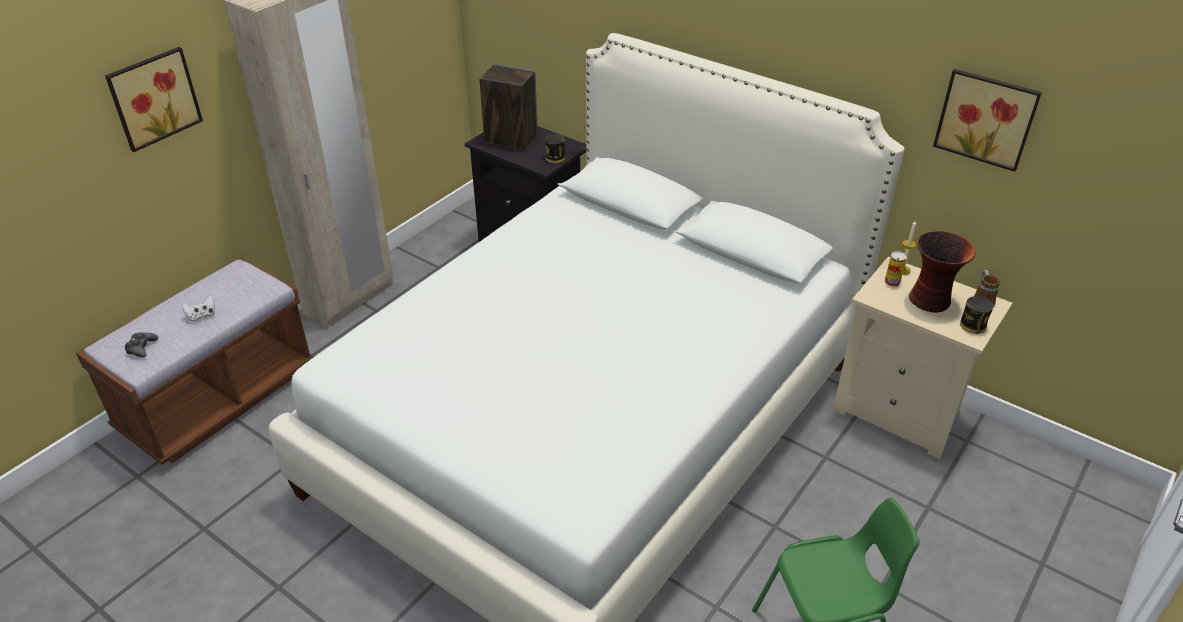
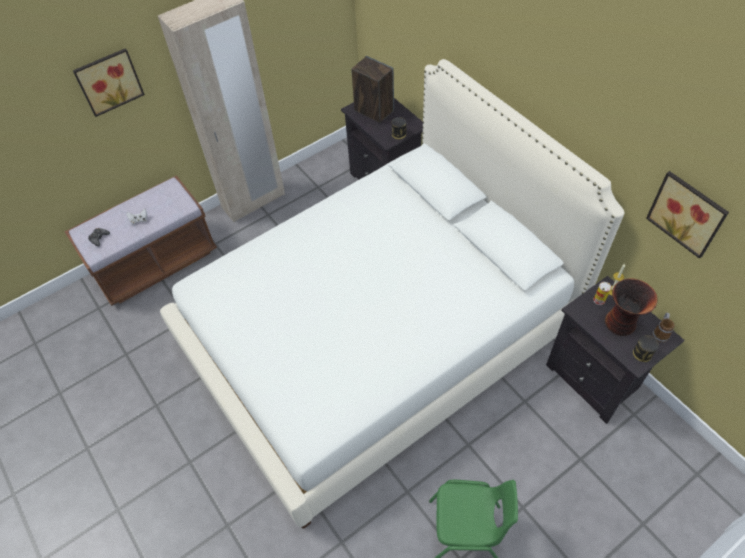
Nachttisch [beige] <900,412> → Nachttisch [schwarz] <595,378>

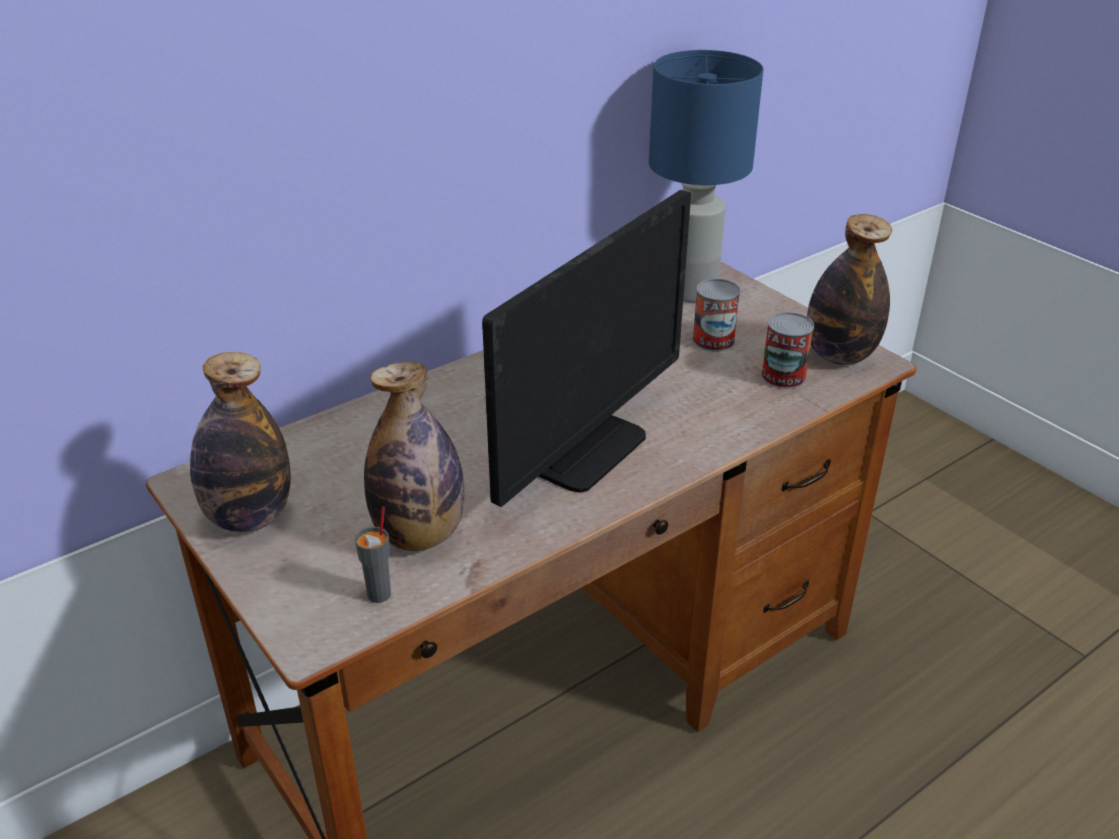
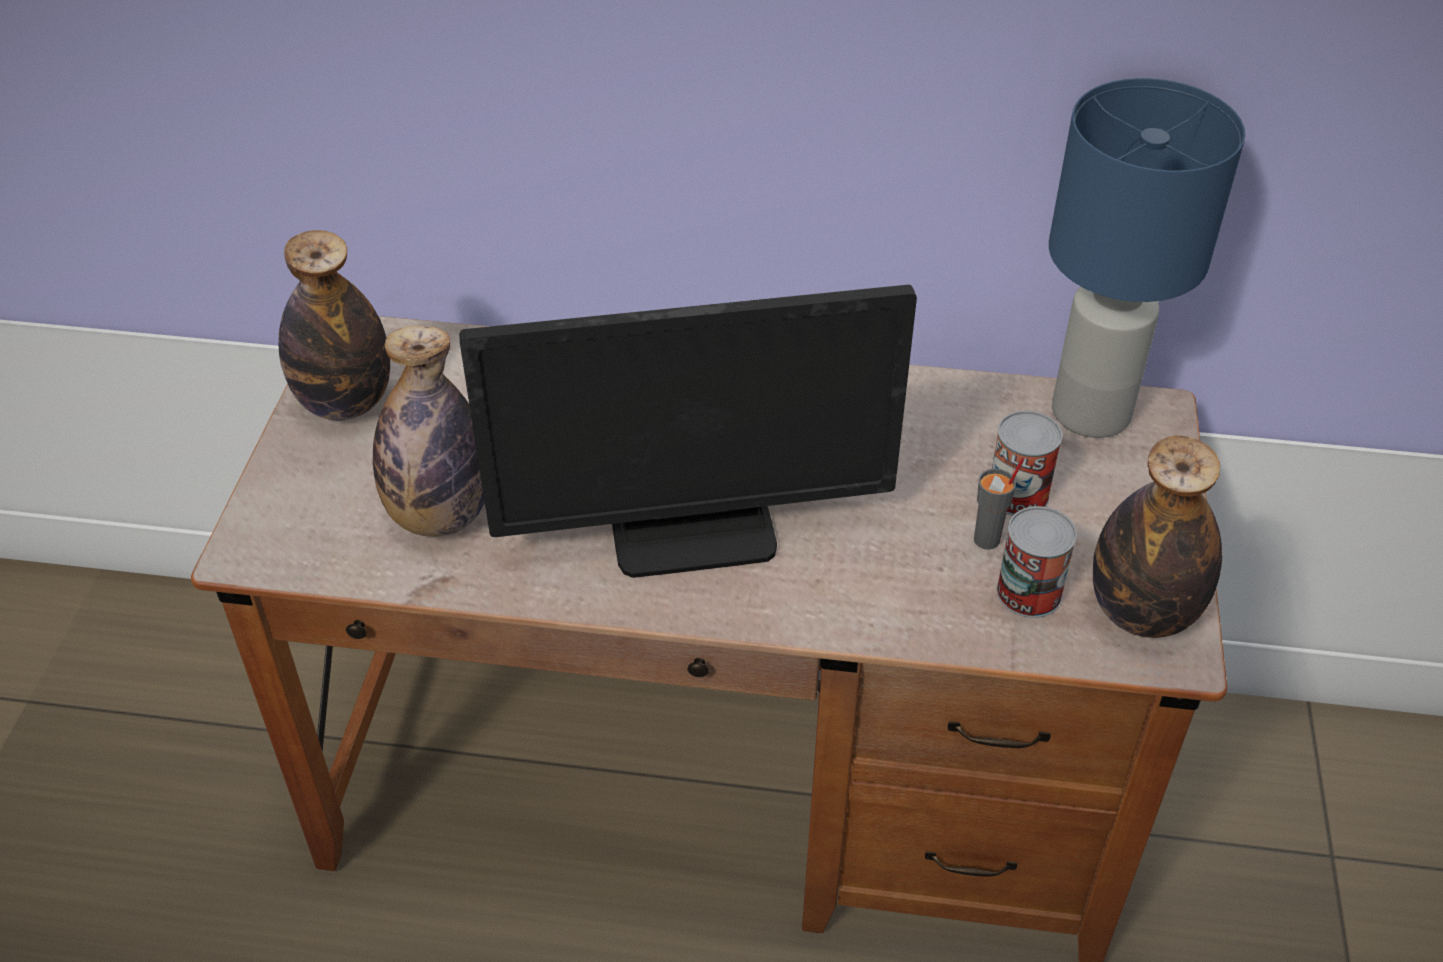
Tasse [grau] <380,594> → Tasse [grau] <987,540>, shifted

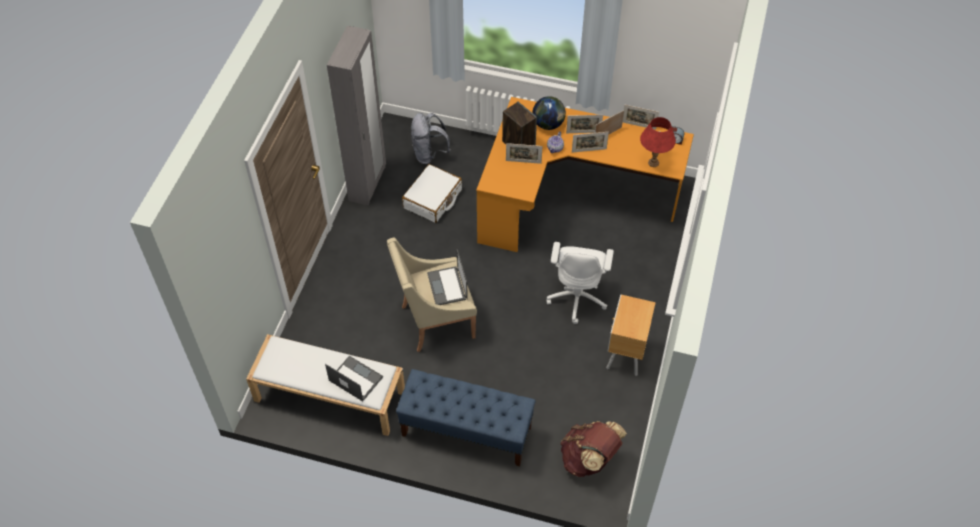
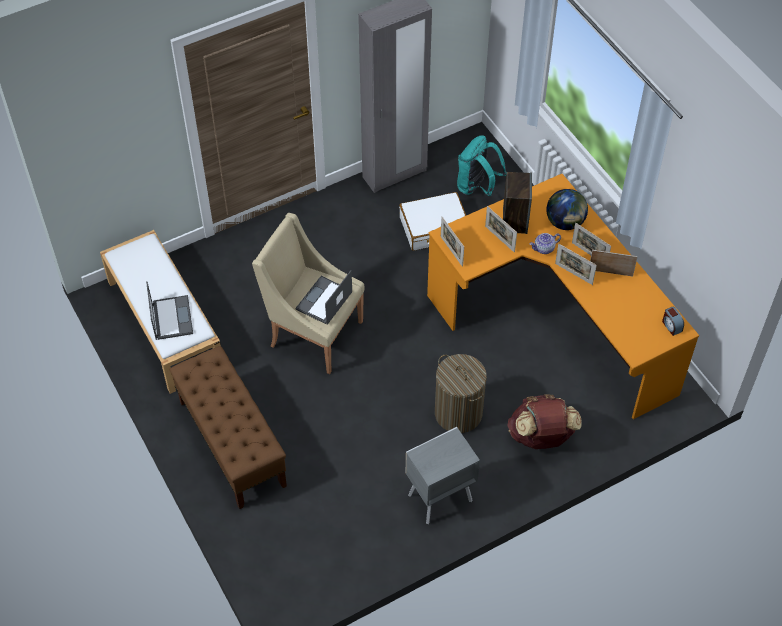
Bank [blau] <466,431> → Bank [braun] <232,443>
Nachttisch [braun] <624,356> → Nachttisch [grau] <438,498>
Bürostuhl [weiß] <577,297> → Wäschekorb <458,413>
Bilderrahmen <638,125> → Bilderrahmen <451,251>, shifted
Rucksack [grau] <429,154> → Rucksack [türkis] <477,187>
Rucksack [braun] <589,459> → Rucksack [braun] <541,437>, shifted
Tischlampe [rot] <653,163> → -

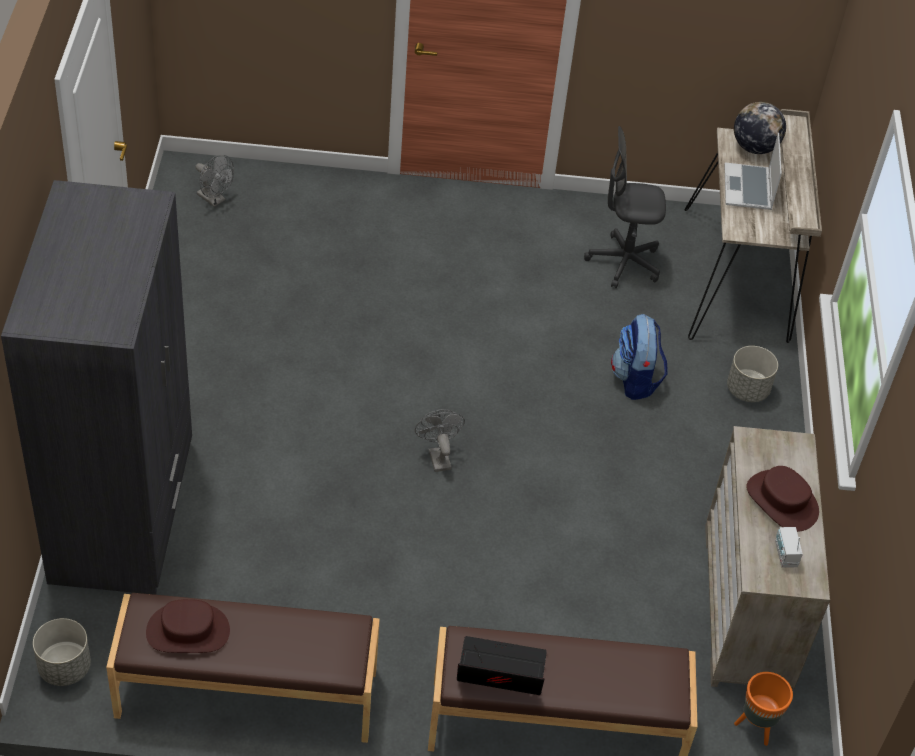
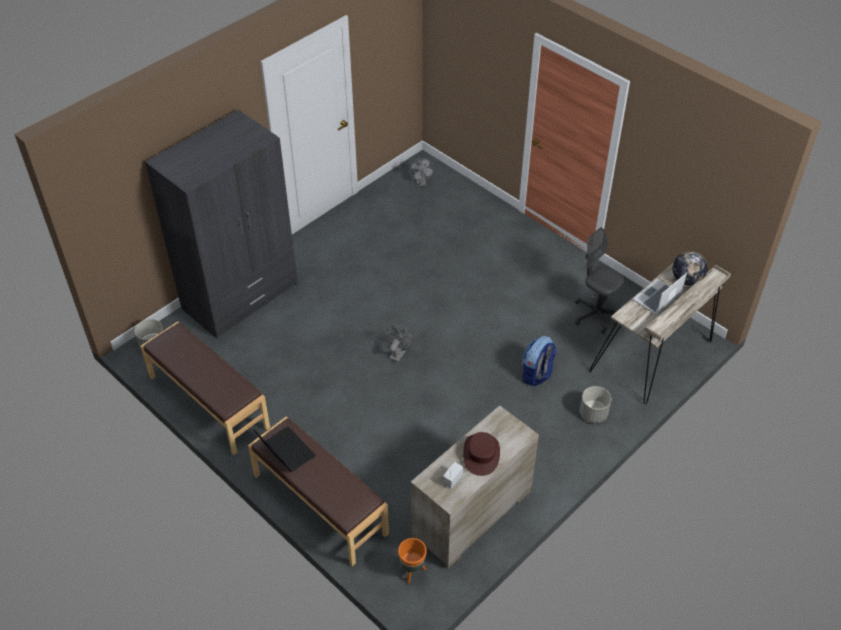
Hut [braun] <188,631> → -

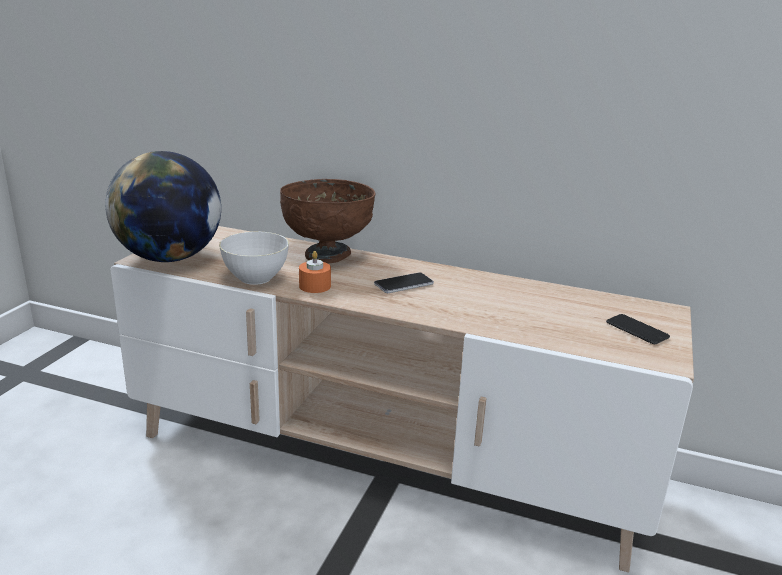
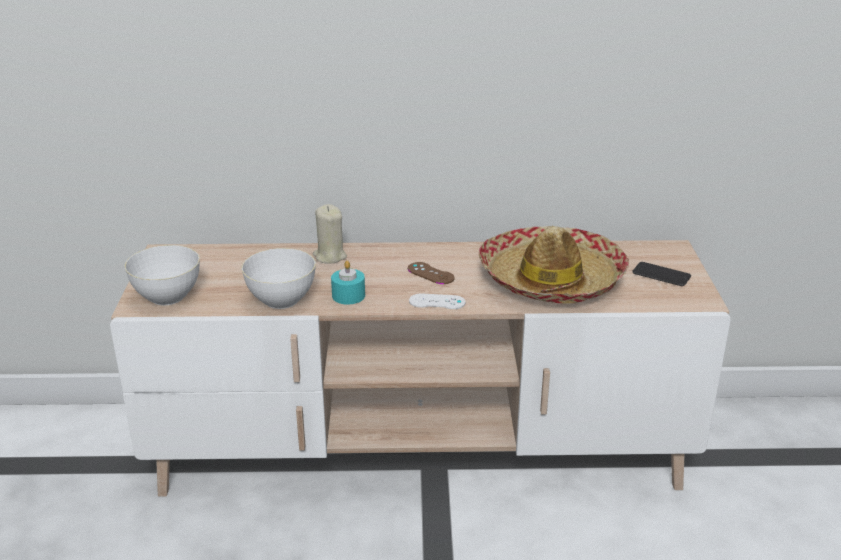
Globus <170,258> → Schüssel [weiß] <167,296>
Schüssel [braun] <327,255> → Kerze [beige] <330,256>
Kerze [orange] <315,286> → Kerze [türkis] <348,296>
Handy <403,284> → Gamepad [braun] <430,273>
- → Gamepad [weiß] <437,302>
- → Hut <551,279>

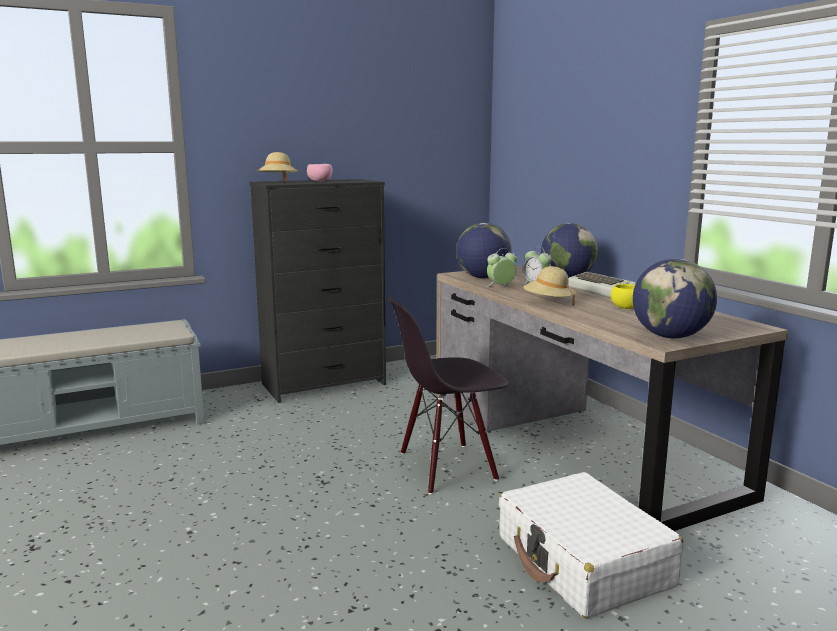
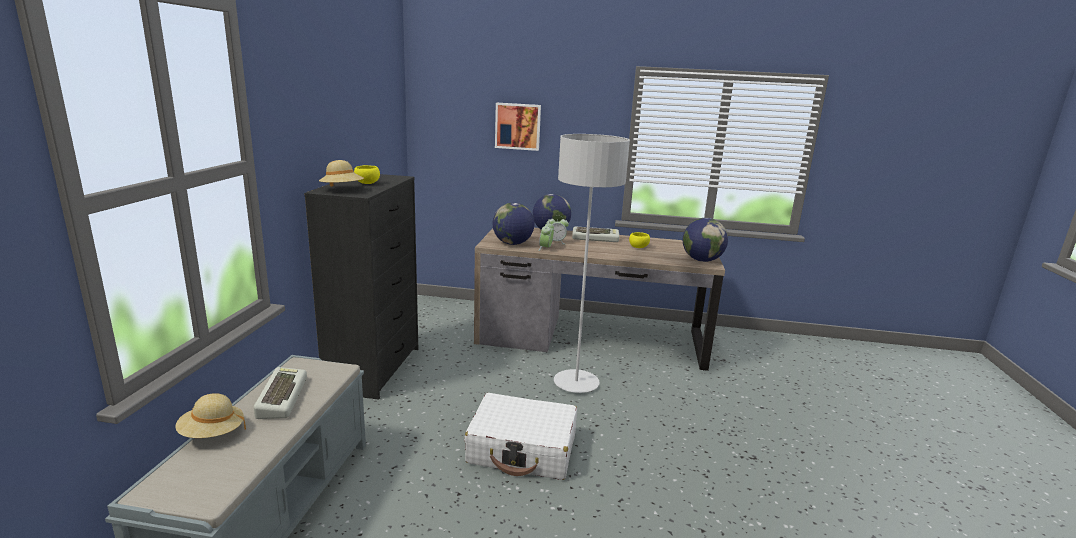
Hut [beige] <548,302> → Hut [beige] <212,434>, shifted
- → Tastatur <280,397>
Schüssel [rosa] <320,181> → Schüssel [gelb] <366,183>
Koffer [weiß] <583,562> → Koffer [weiß] <522,449>, shifted
- → Bild <518,126>
Stuhl [schwarz] <447,467> → Stehlampe [grau] <576,383>

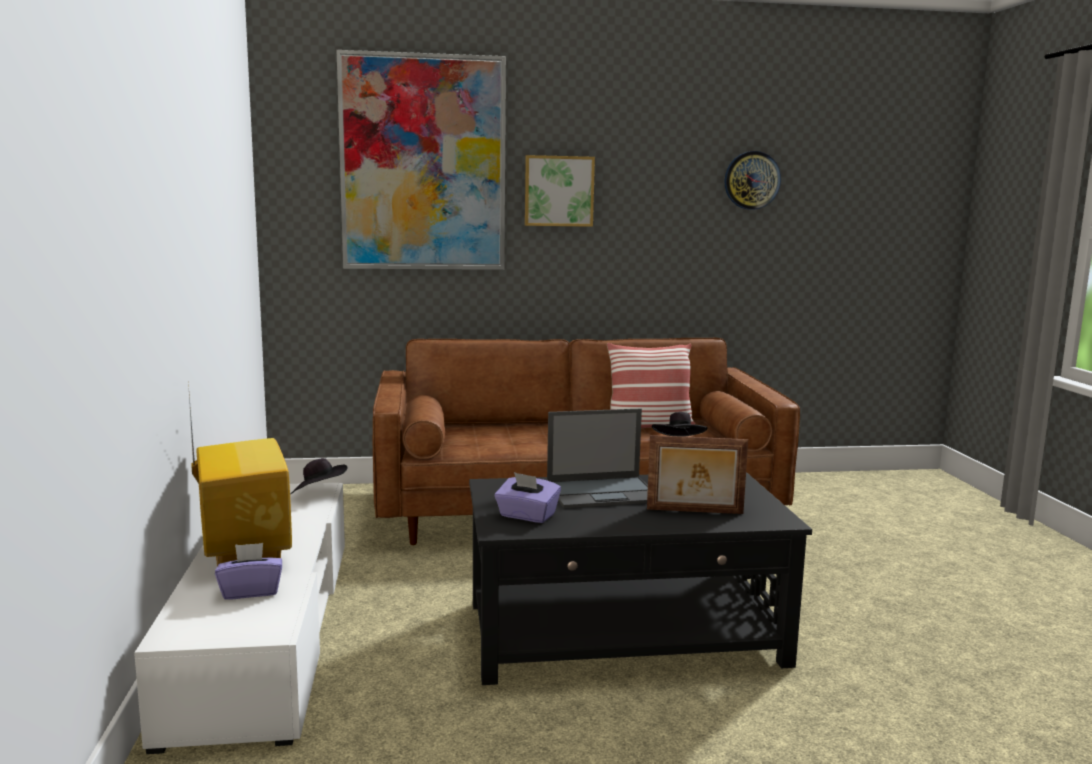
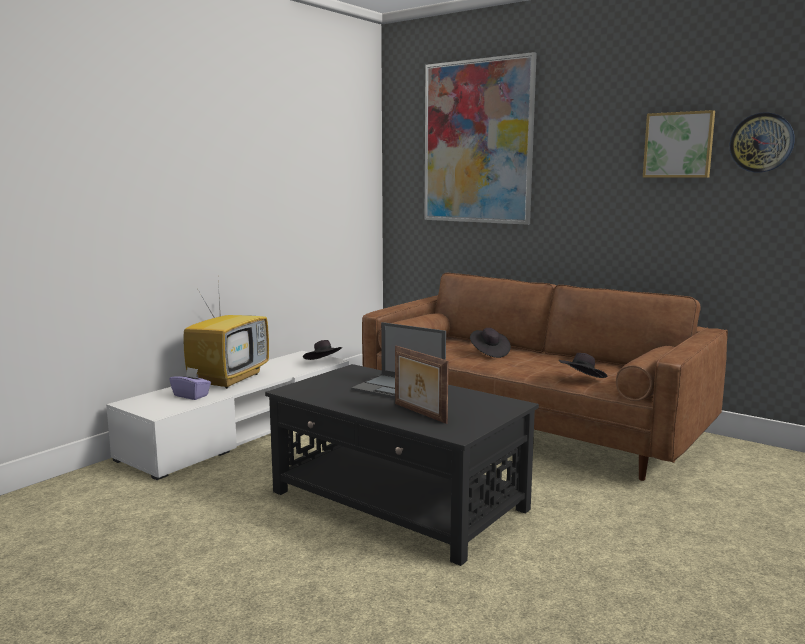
- → Hut [schwarz] <489,353>
Bild <558,191> → Bild <678,145>, shifted
Taschentuchbox [lila] <527,516> → -
Kissen <649,426> → -

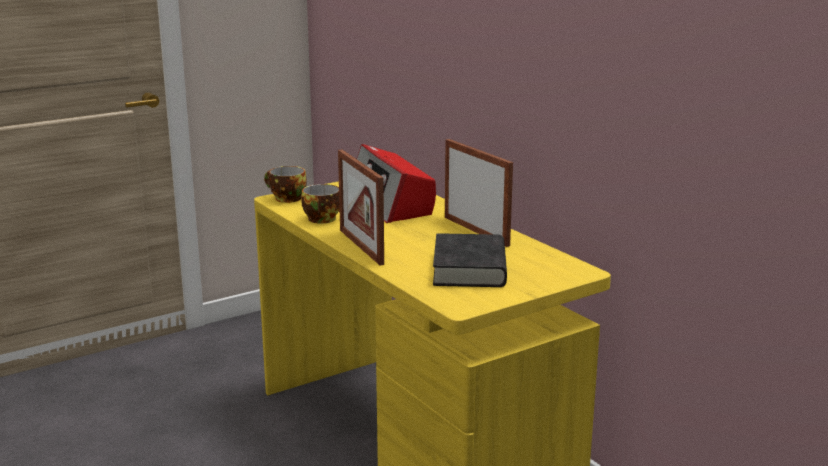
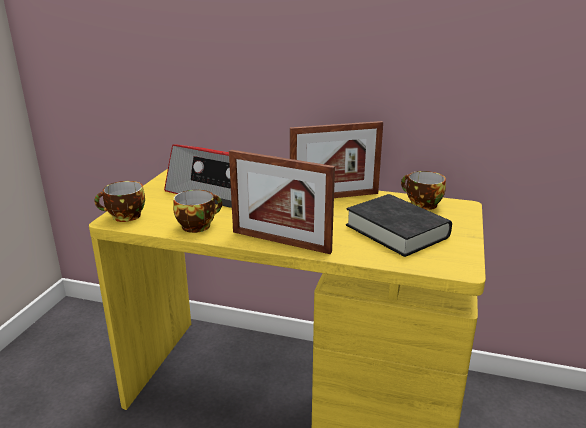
Bilderrahmen <476,231> → Bilderrahmen <334,197>, 150 degrees clockwise
- → Tasse <421,204>

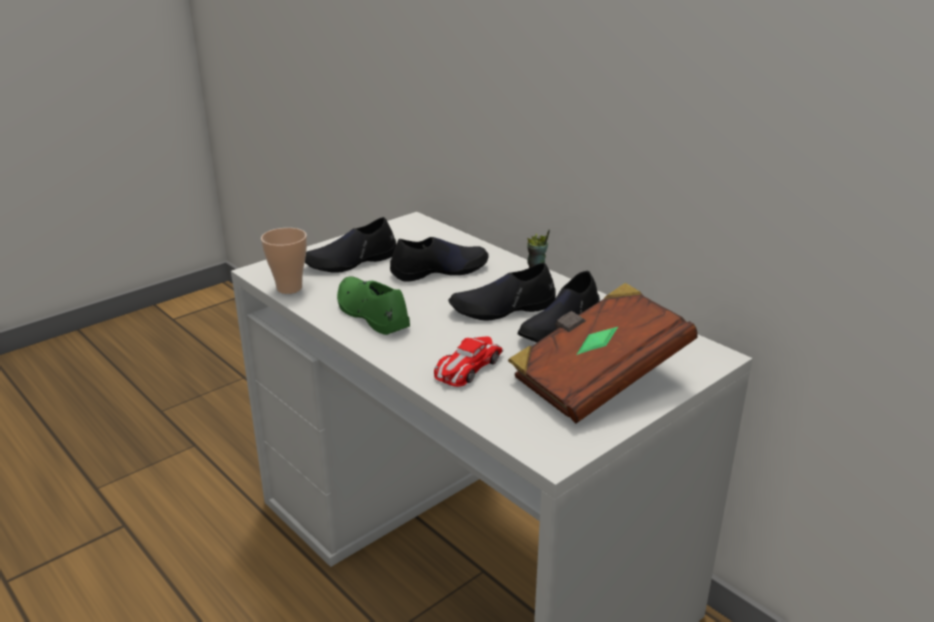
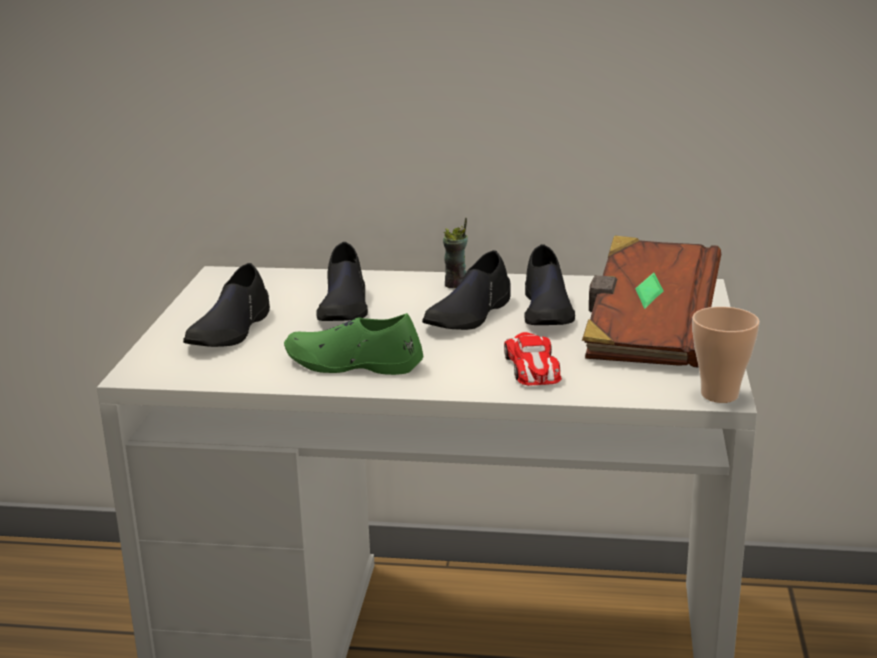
Schuh [schwarz] <439,270> → Schuh [schwarz] <344,306>, 150 degrees clockwise
Tasse <289,288> → Tasse <719,394>, shifted

